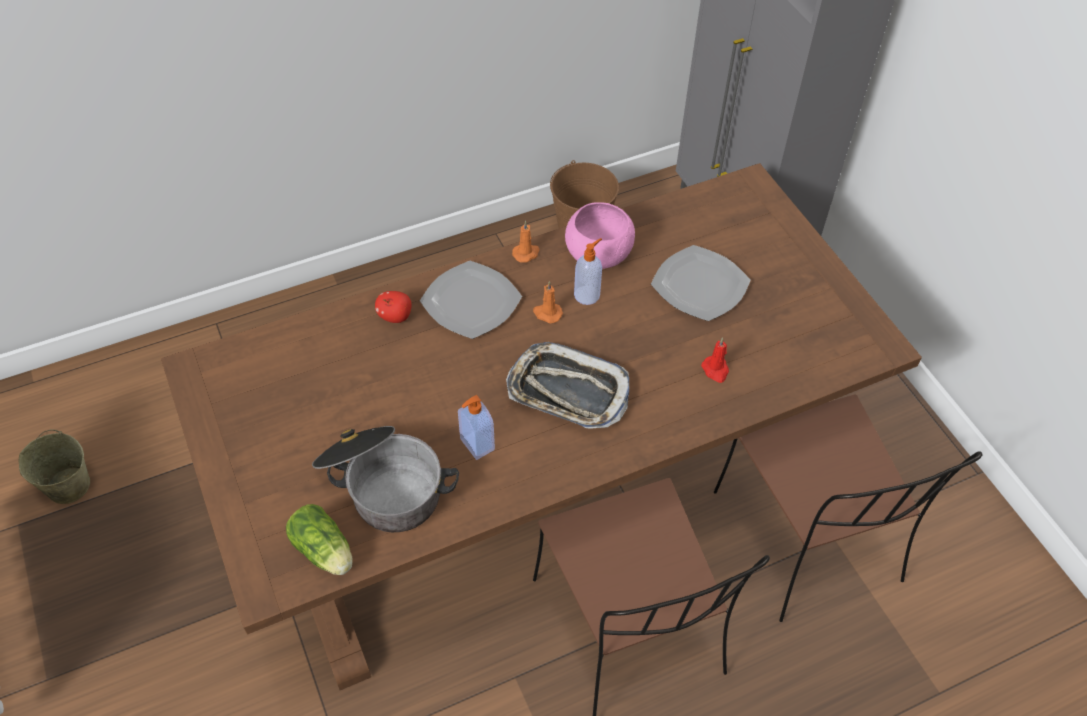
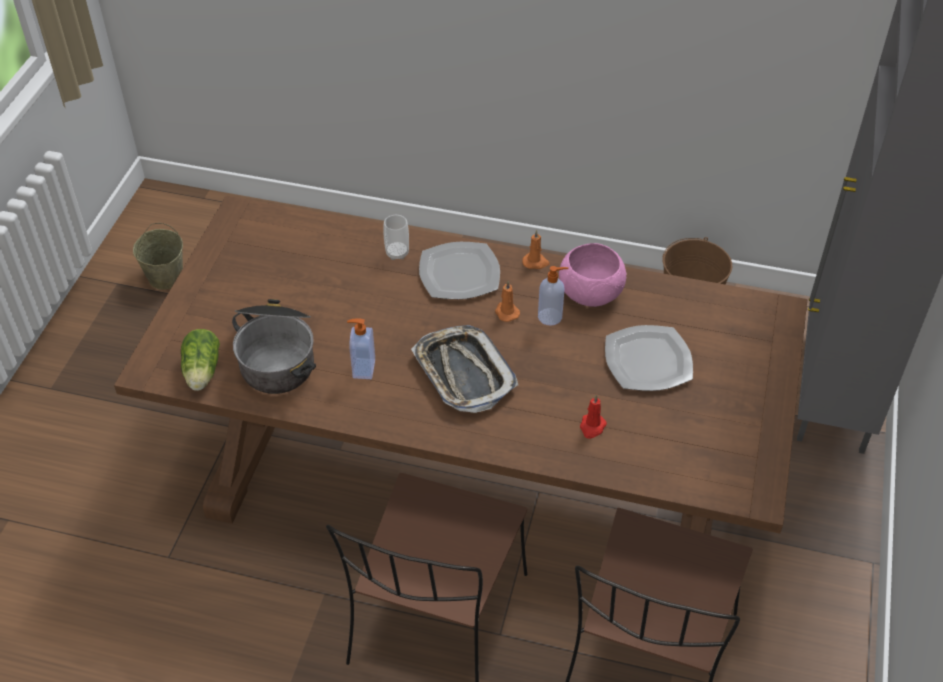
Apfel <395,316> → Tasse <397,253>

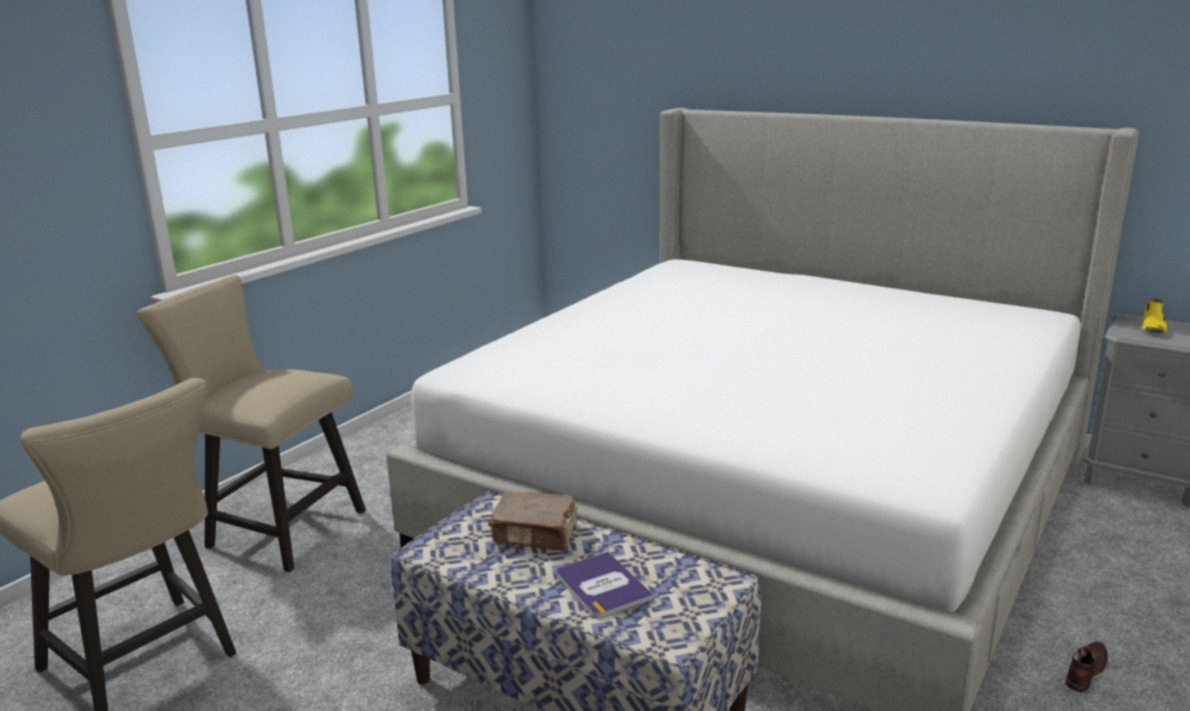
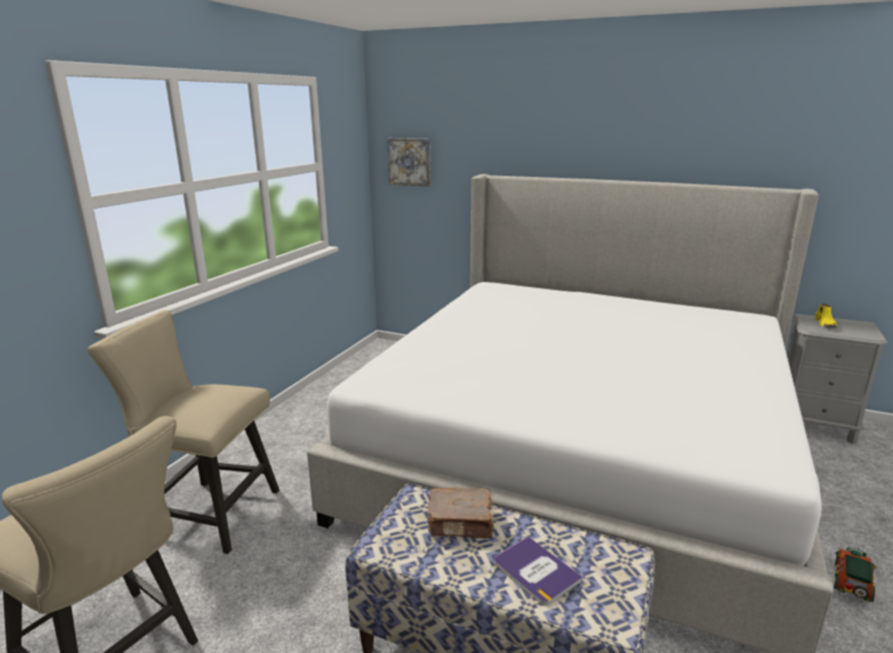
- → Bild <410,161>
Schuh [braun] <1085,671> → Spielzeugauto <852,583>

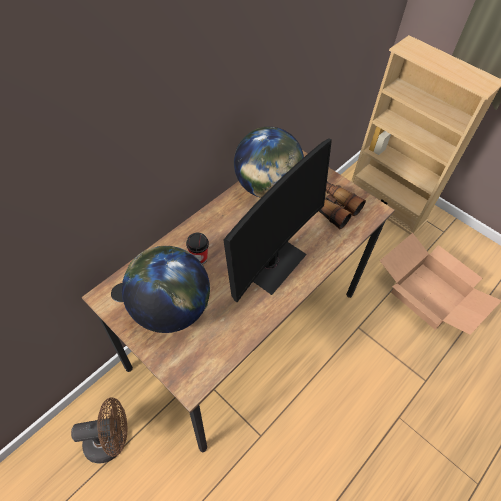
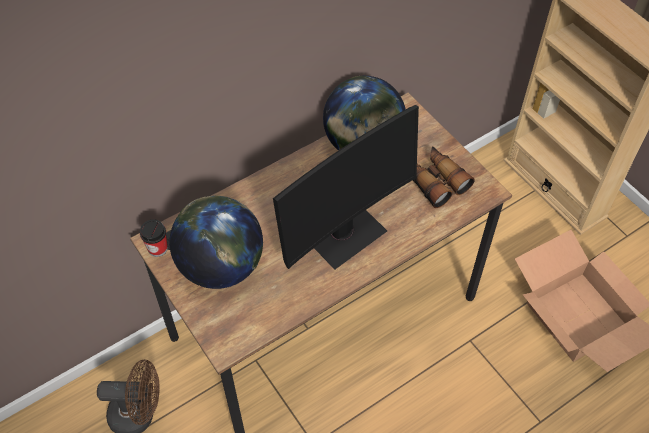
Tasse <199,258> → Tasse <158,248>, shifted

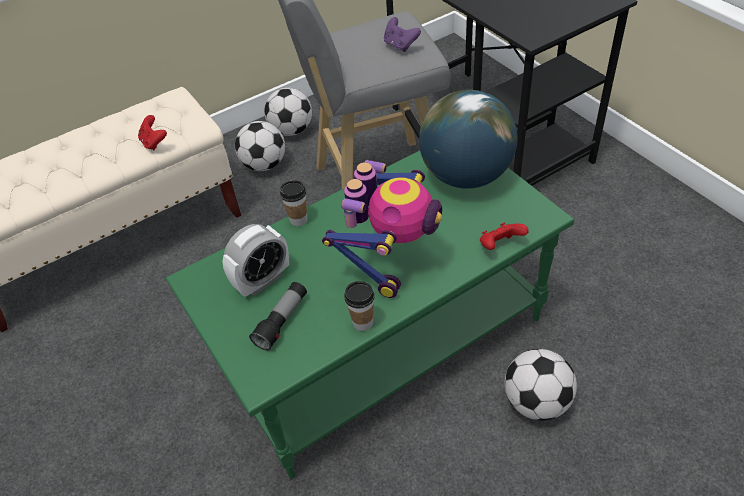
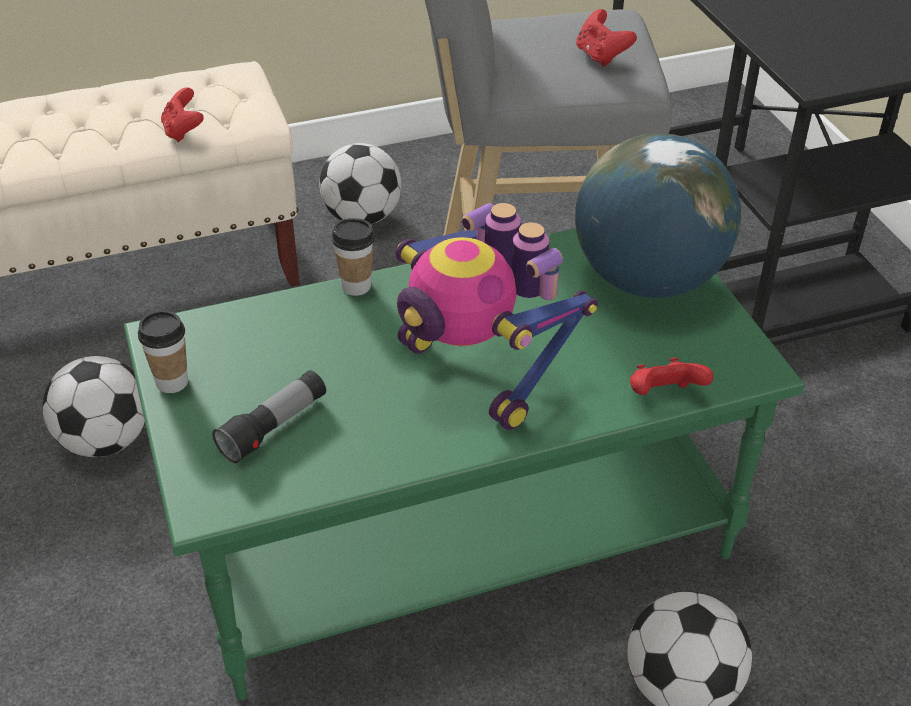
Fußball <292,130> → Fußball <105,441>, shifted
Tasse <363,322> → Tasse <172,382>, shifted
Spielzeugroboter <390,257> → Spielzeugroboter <479,373>, 105 degrees clockwise
Gamepad [lila] <400,45> → Gamepad [rot] <601,56>
Wecker <262,280> → -

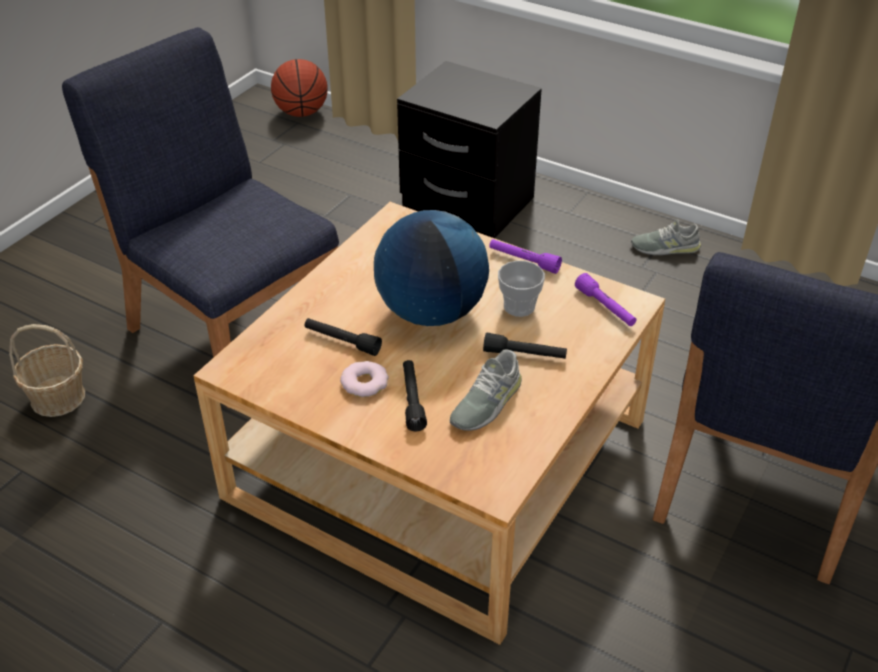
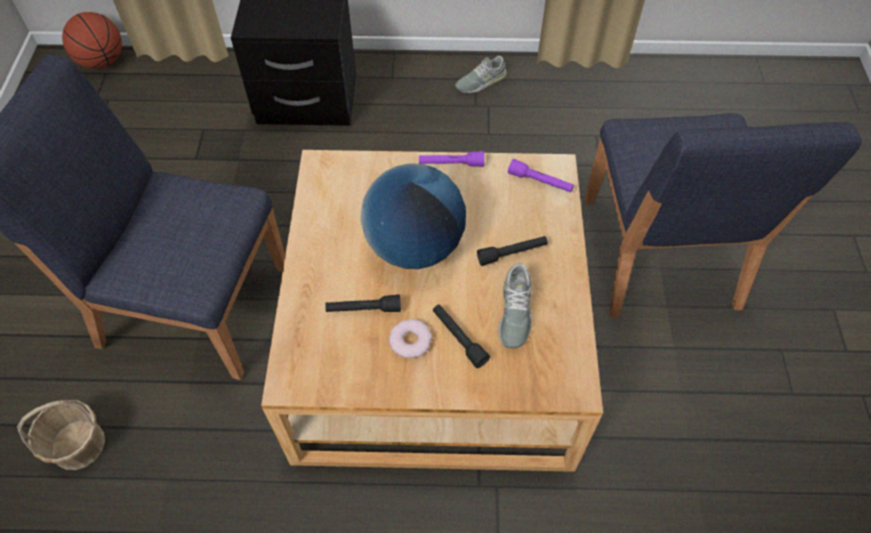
Tasse <519,306> → -

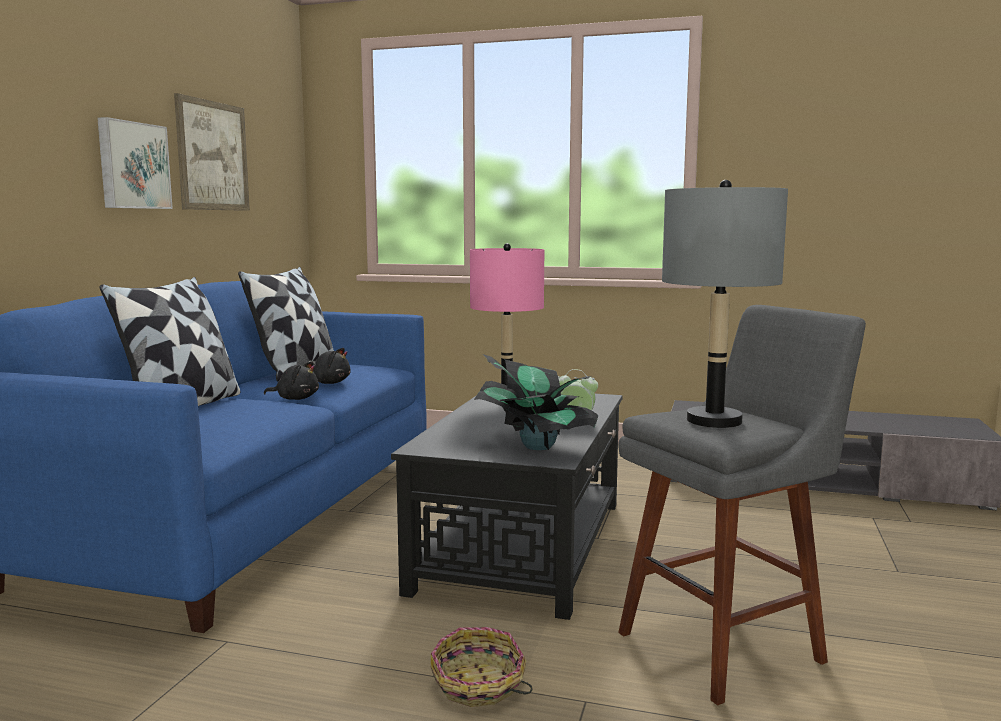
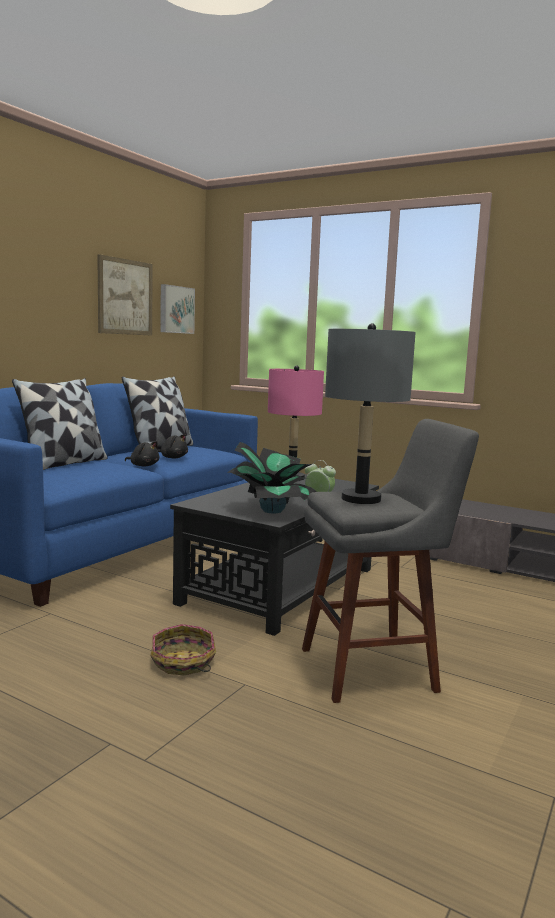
Bild <132,165> → Bild <175,309>, shifted

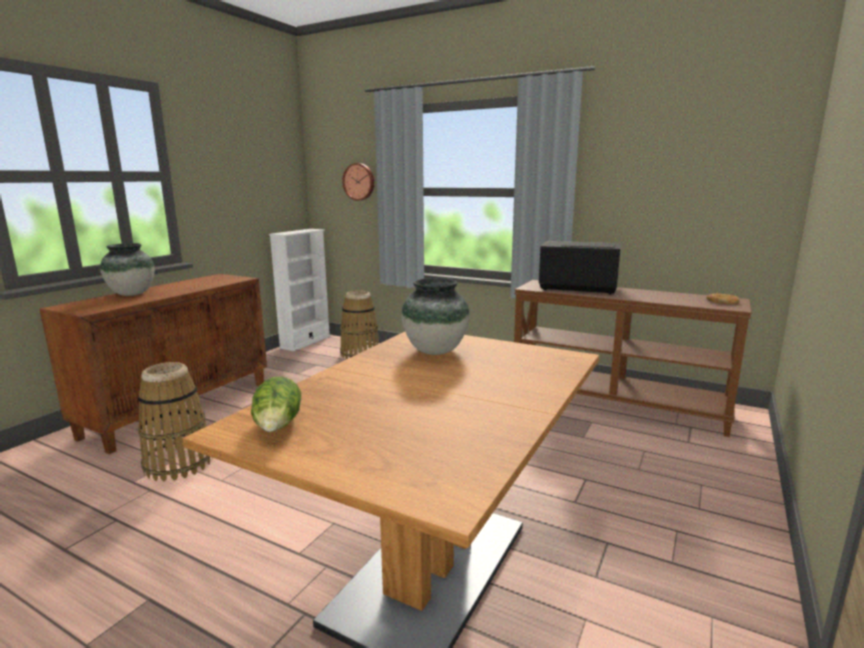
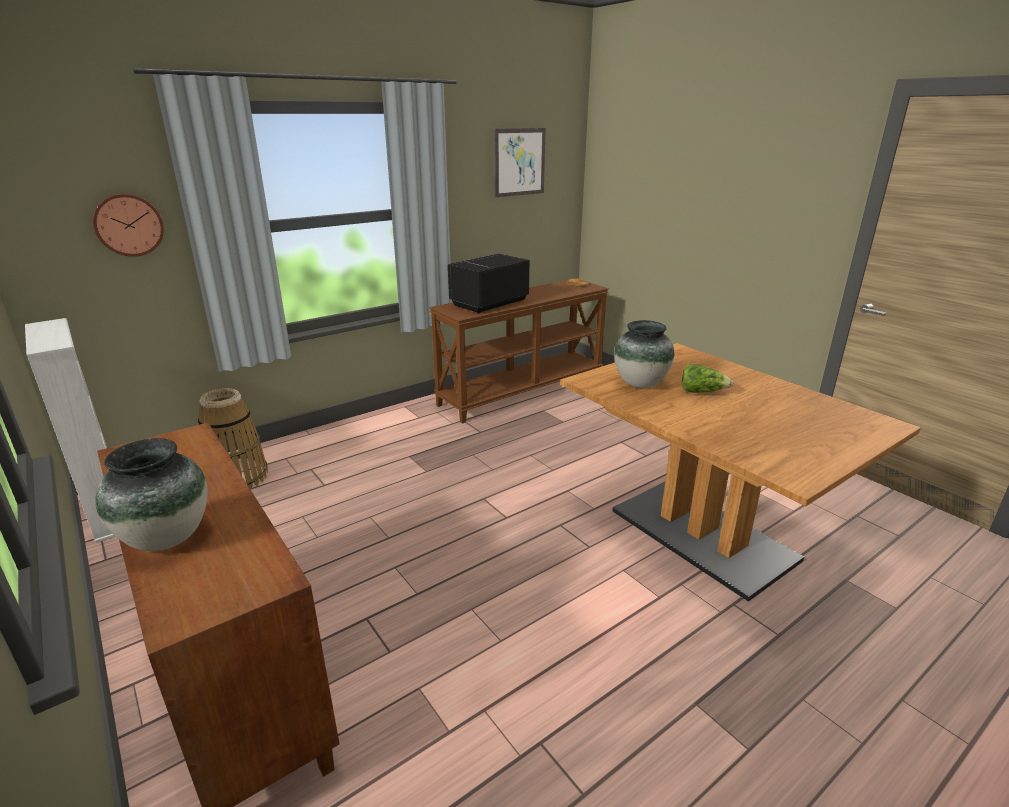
- → Bild <519,162>
Salatkopf <278,426> → Salatkopf <702,392>, shifted
Korb <179,463> → -

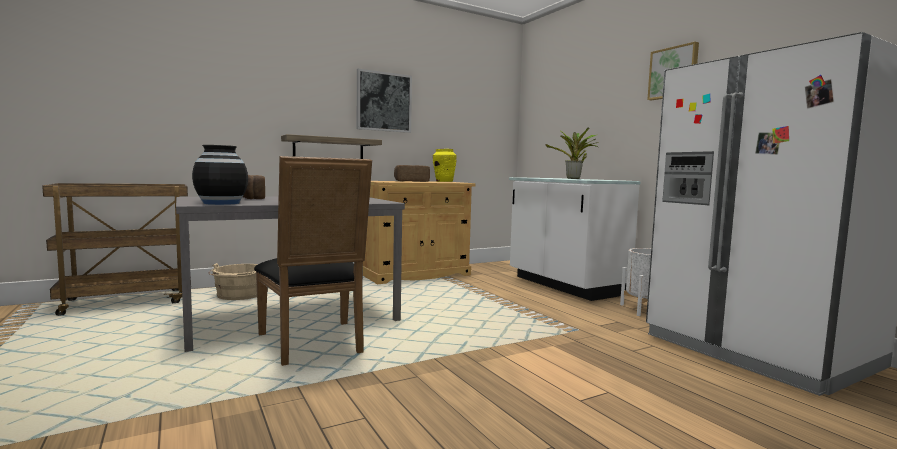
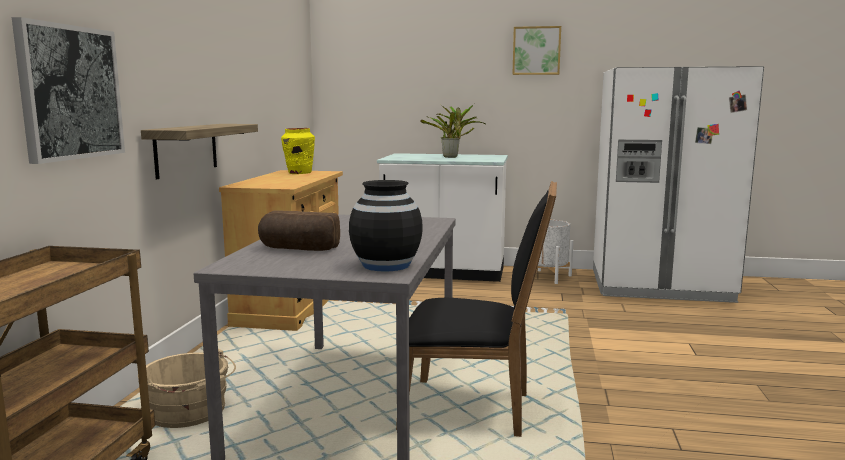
Bild <384,102> → Bild <70,92>, shifted
Brot <411,181> → -

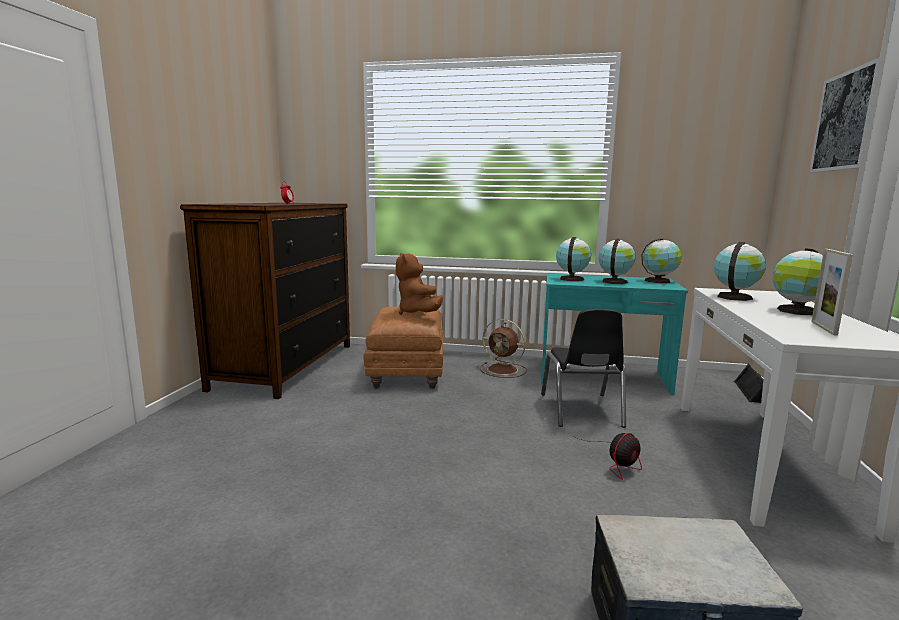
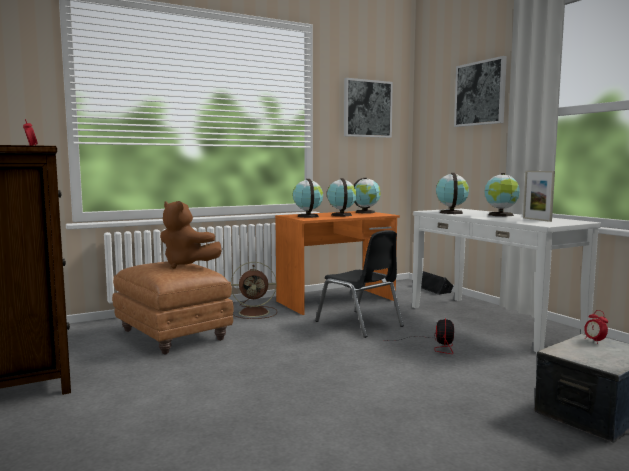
Schreibtisch [türkis] <603,378> → Schreibtisch [orange] <337,301>
- → Bild <367,108>
- → Wecker <594,341>

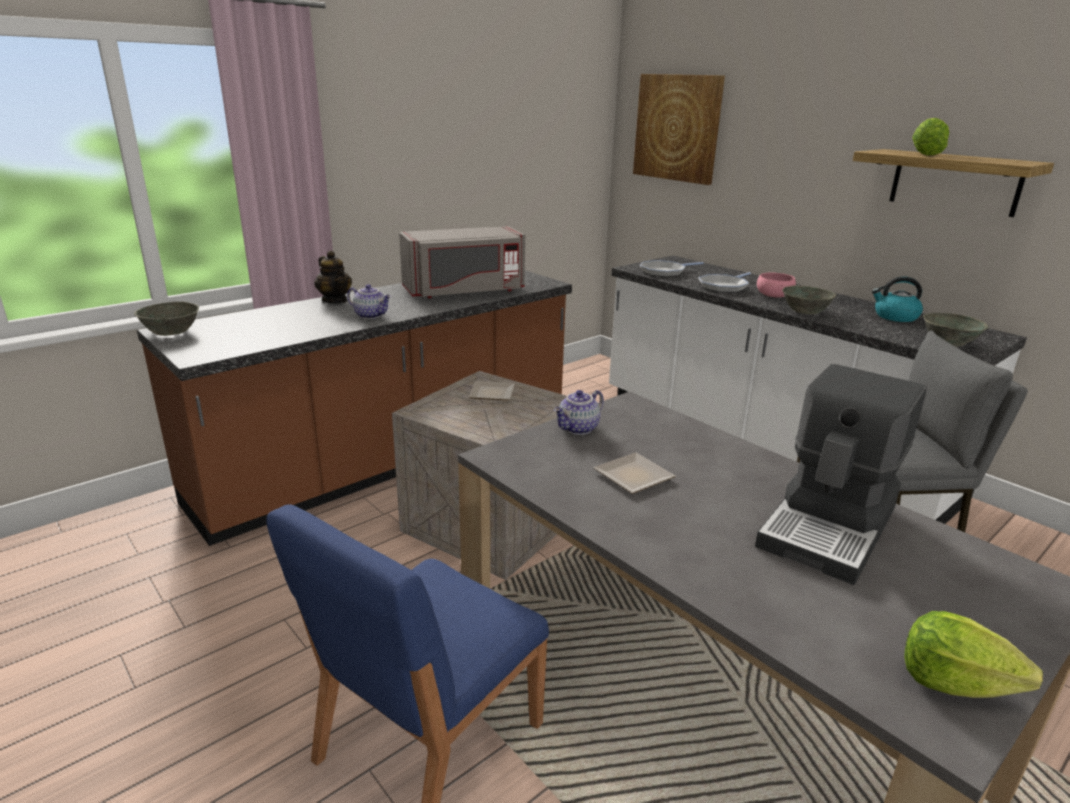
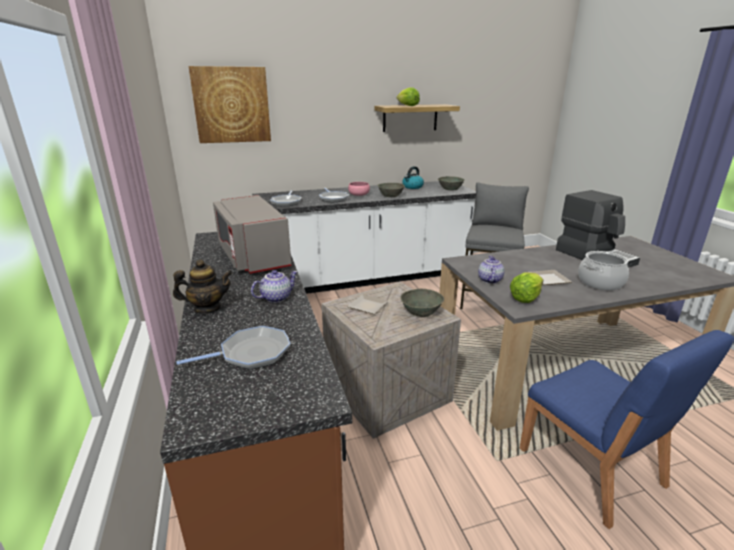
- → Pfanne <251,353>
Mikrowelle [grau] <464,291> → Mikrowelle [grau] <253,256>, 150 degrees clockwise
Schüssel [grau] <172,331> → Schüssel [grau] <421,312>, shifted
Teekanne <578,429> → Teekanne <489,280>, 150 degrees counterclockwise
Salatkopf <953,683> → Salatkopf <525,298>, shifted
- → Kochtopf <600,282>

